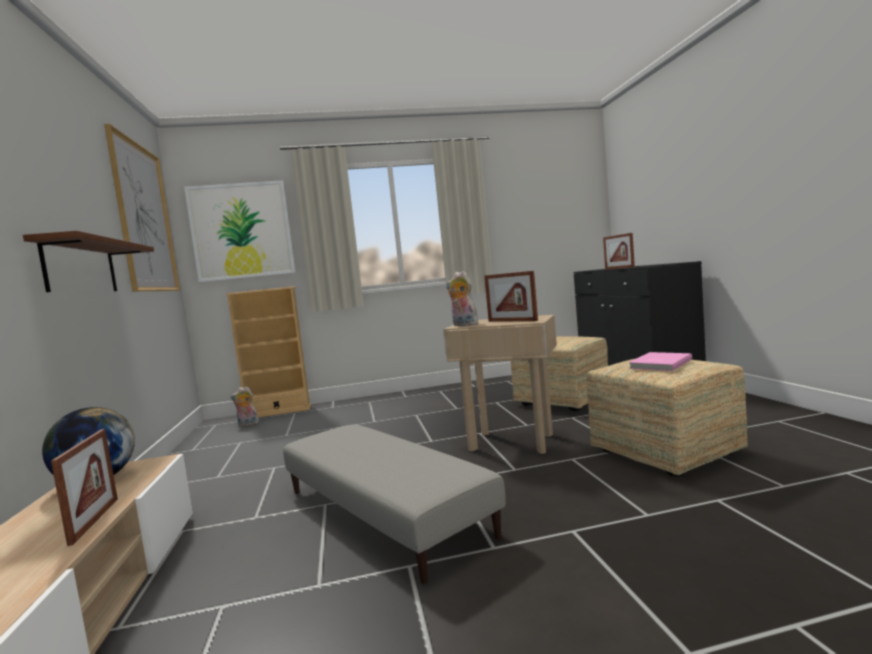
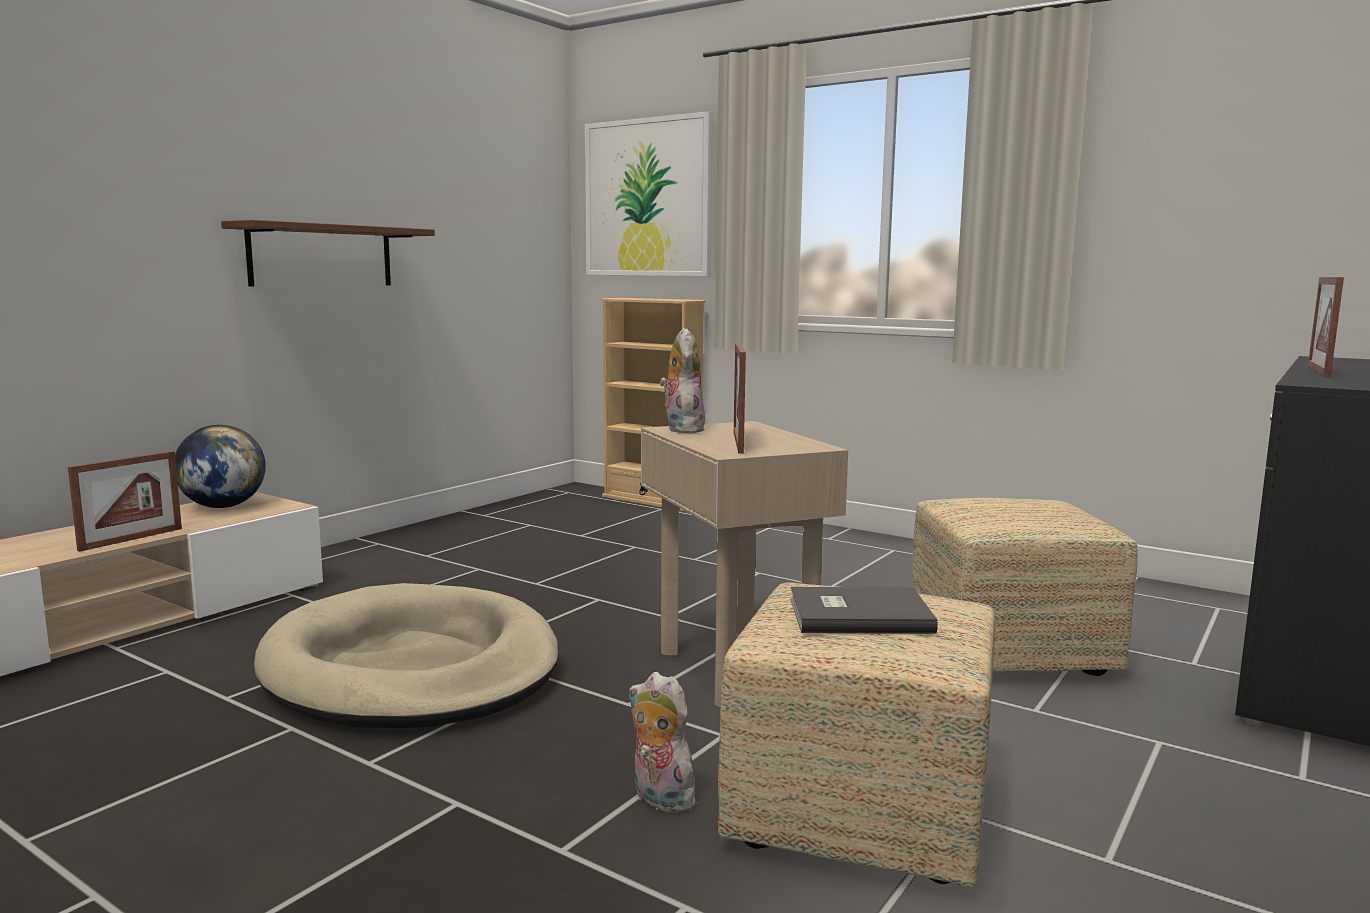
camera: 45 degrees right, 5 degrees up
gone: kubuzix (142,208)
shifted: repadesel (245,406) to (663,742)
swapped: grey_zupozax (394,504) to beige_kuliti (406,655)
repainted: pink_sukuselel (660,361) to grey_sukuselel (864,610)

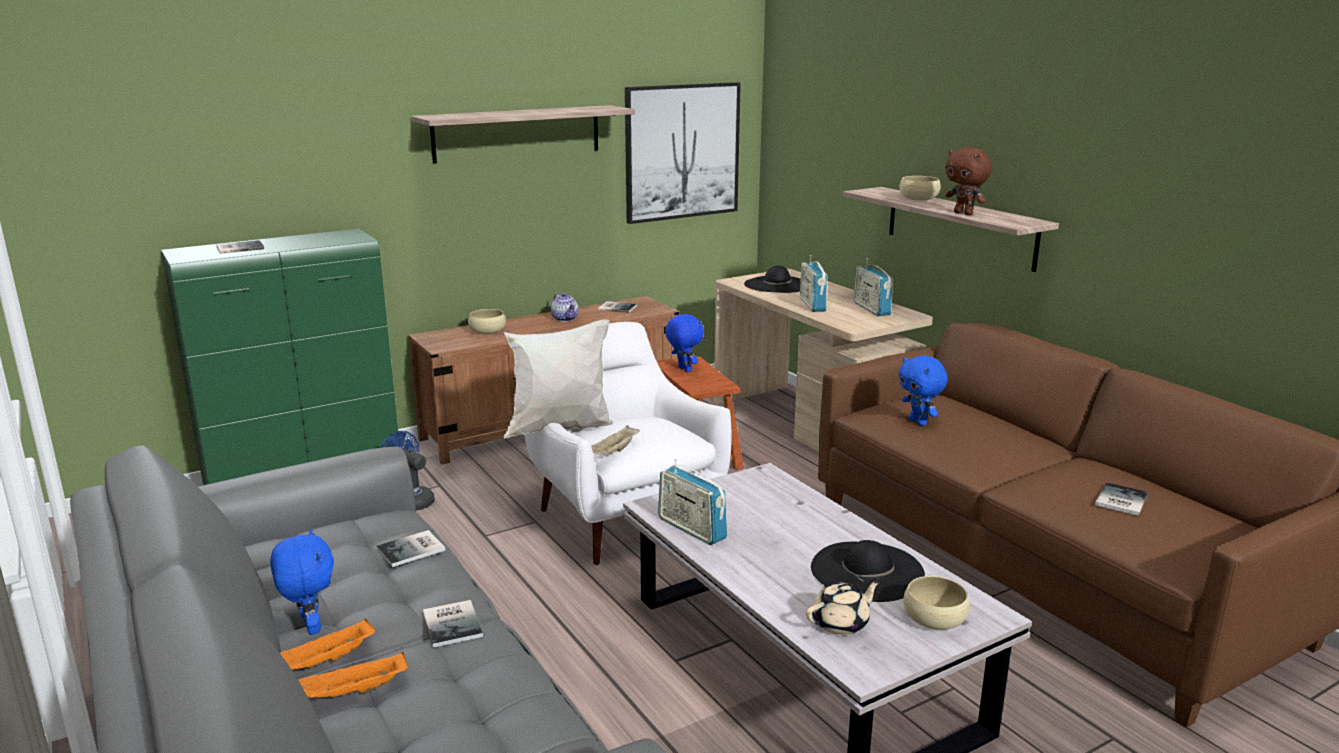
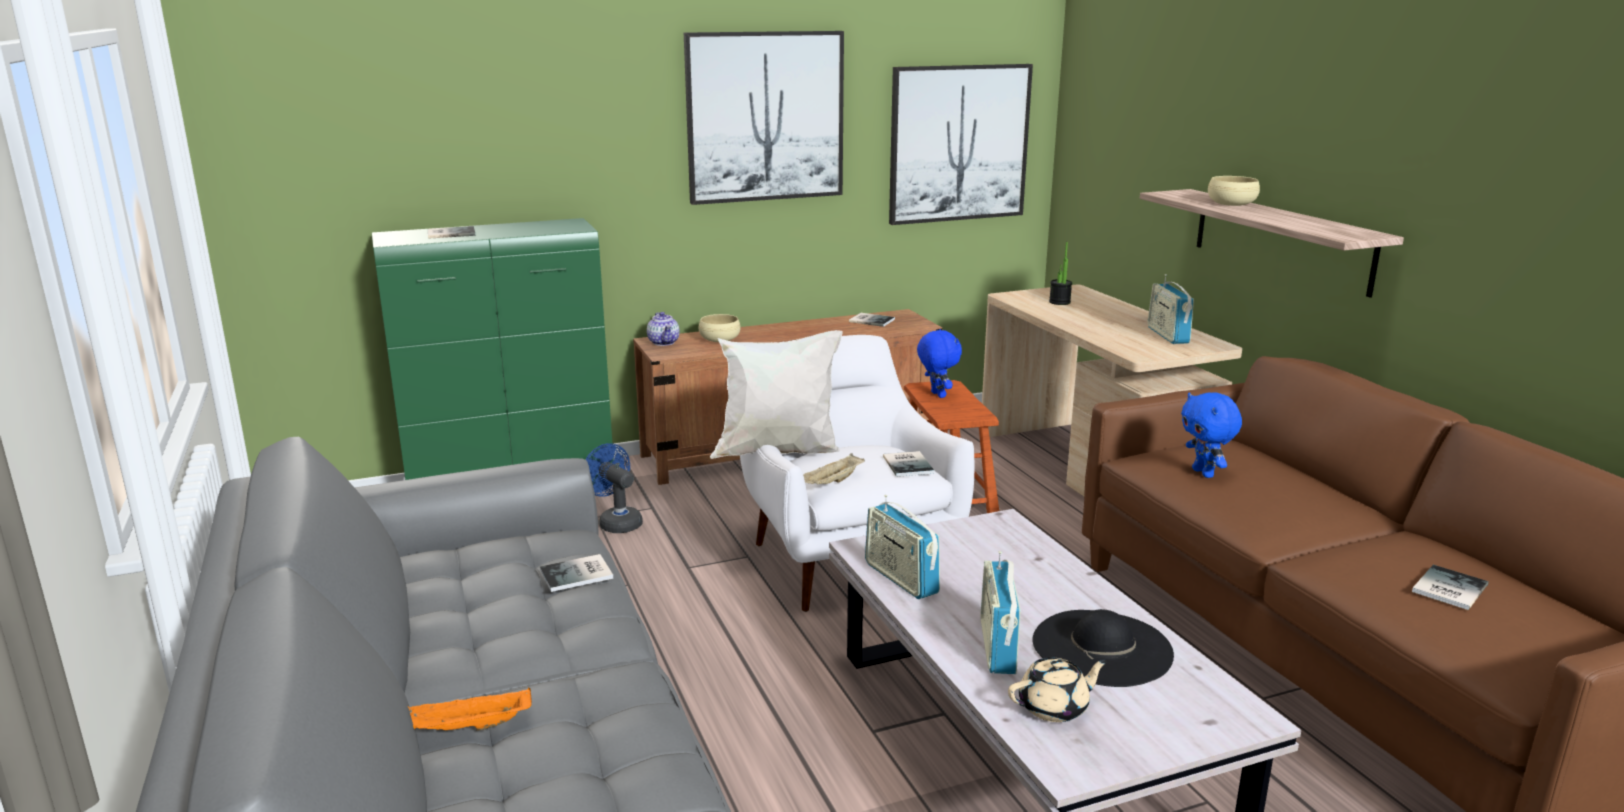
camera: 10 degrees right, 0 degrees up
gone: blue_repadesel (302,582); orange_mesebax (327,644); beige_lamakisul (936,603); brown_repadesel (968,181)
shifted: sukuselel (453,624) to (908,464); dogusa (564,307) to (663,329); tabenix (813,283) to (1001,612)
swapped: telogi (523,134) to kubuzix (764,118); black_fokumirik (772,279) to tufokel (1060,273)

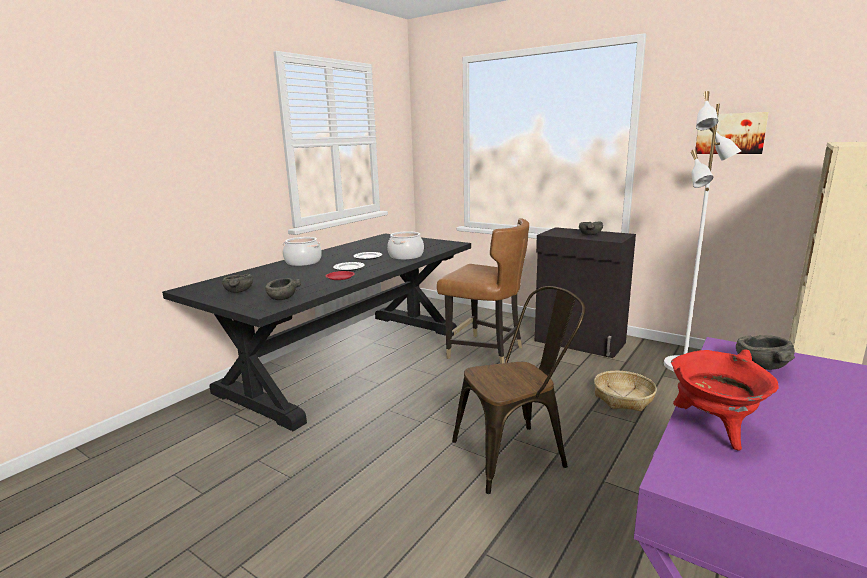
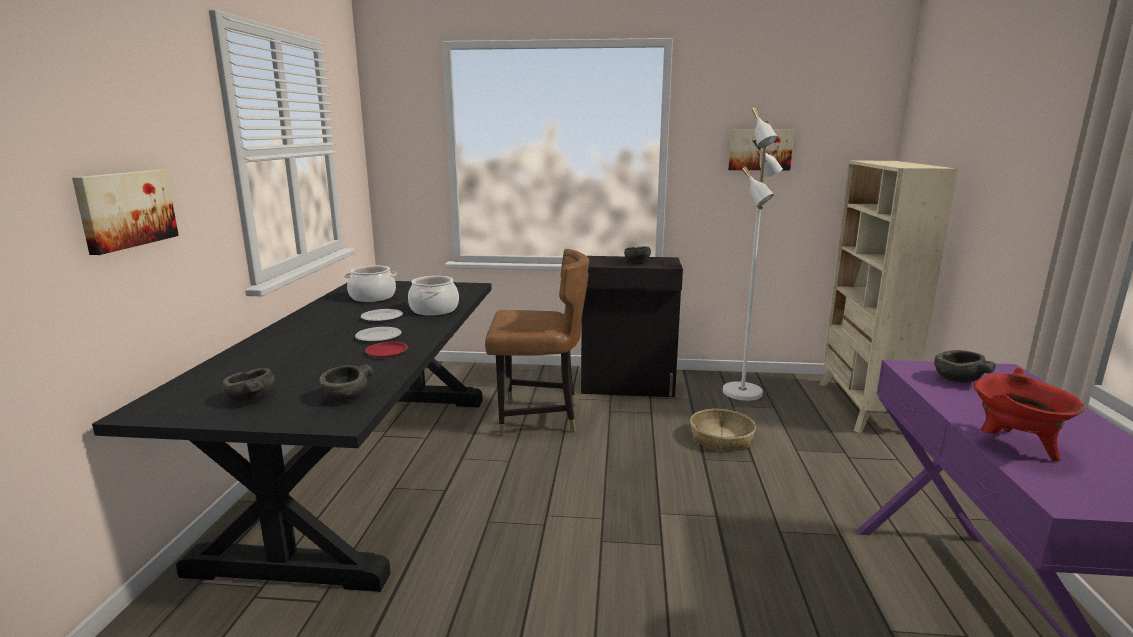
camera: 30 degrees left, 0 degrees up
gone: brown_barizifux (519,390)
new: kubuzix (125,212)
shifted: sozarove (302,251) to (370,284)

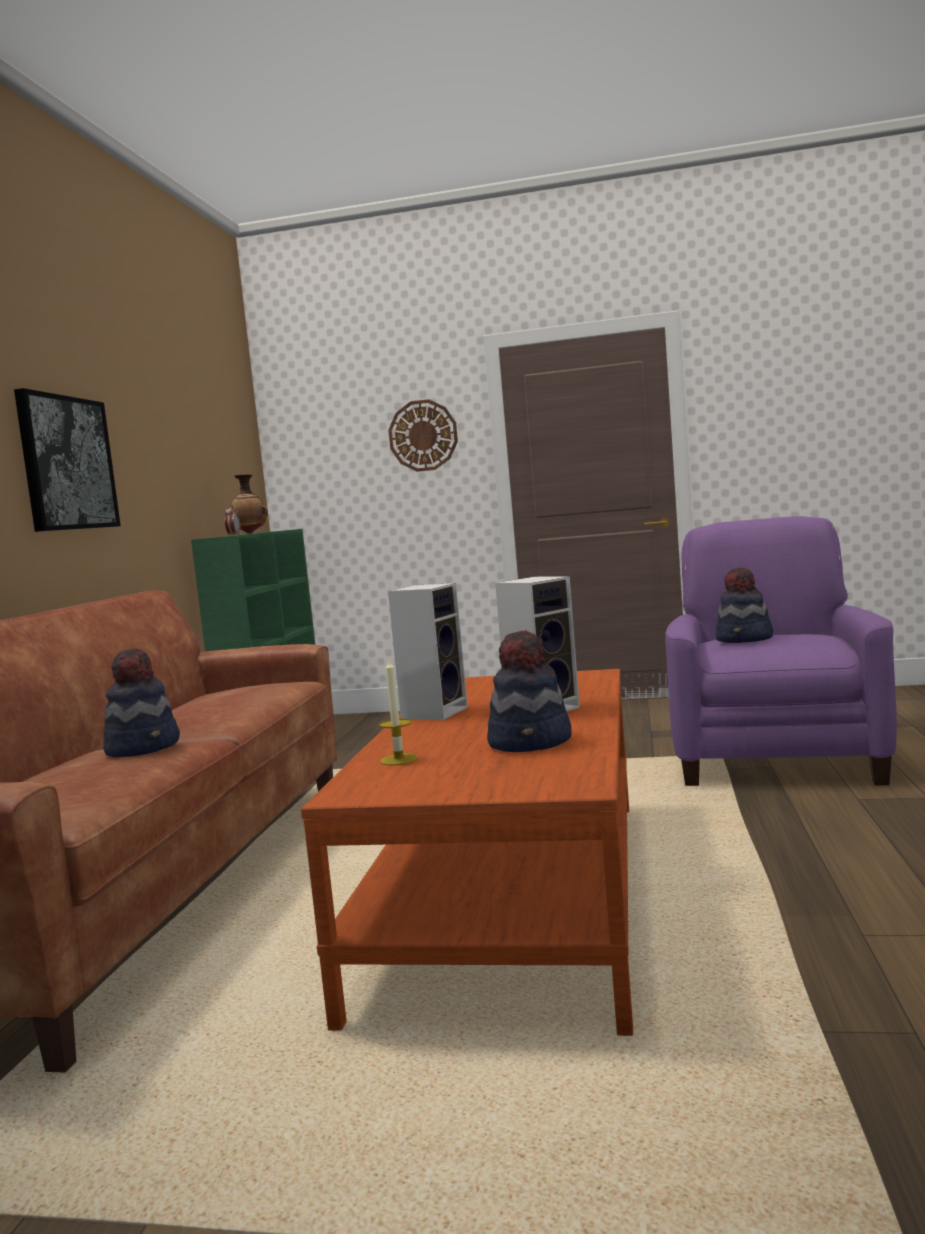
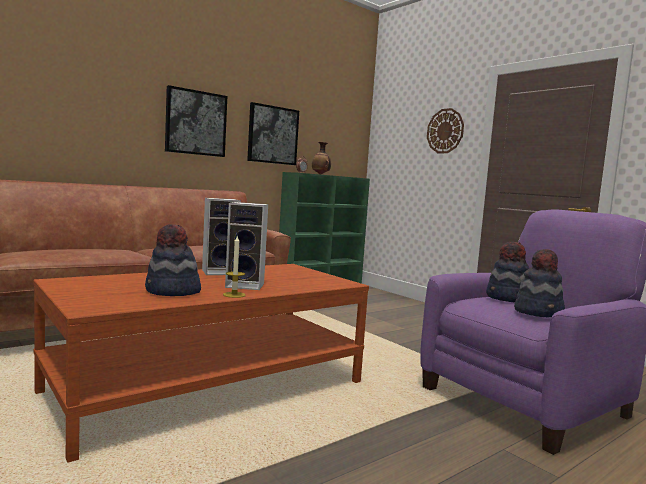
camera: 40 degrees right, 0 degrees up
new: kubuzix (273,133)
shifted: fokumirik (141,702) to (539,283); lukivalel (398,711) to (234,267)

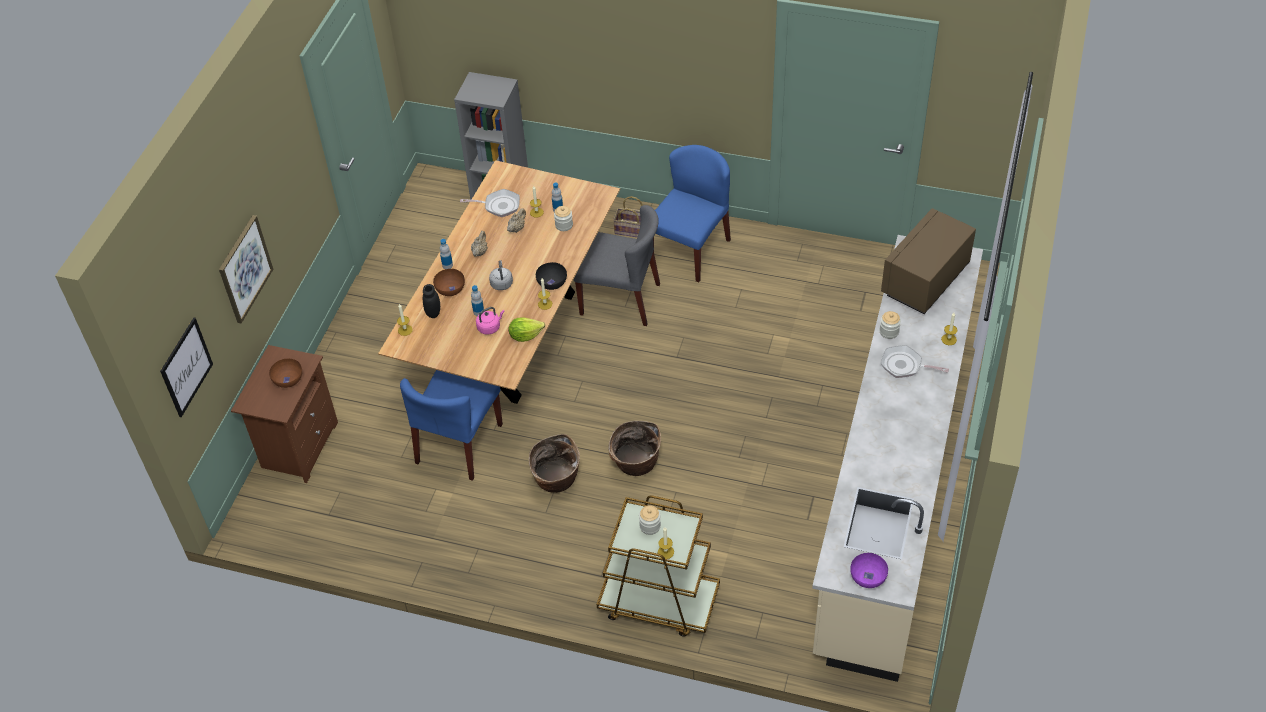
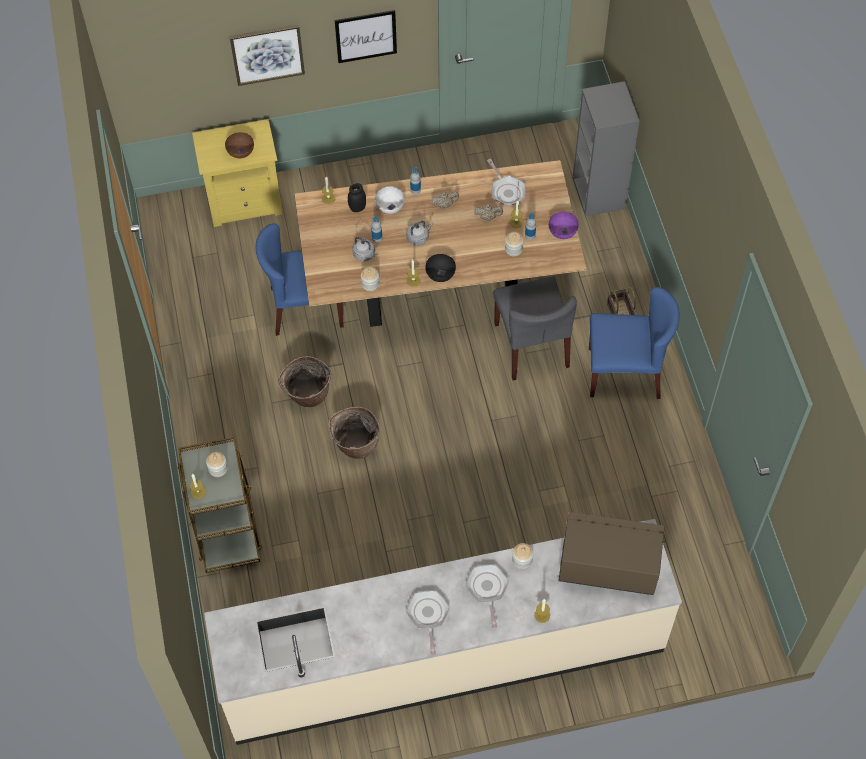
camera: 60 degrees right, 10 degrees up
new: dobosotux (428,622)
shifted: kubuzix (186,367) to (366,36); purple_lamakisul (869,570) to (564,225)
swapped: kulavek (526,329) to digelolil (370,279)
repainted: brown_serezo (284,414) to yellow_serezo (237,173); brown_lamakisul (449,282) to white_lamakisul (390,200); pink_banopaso (490,321) to grey_banopaso (365,249)

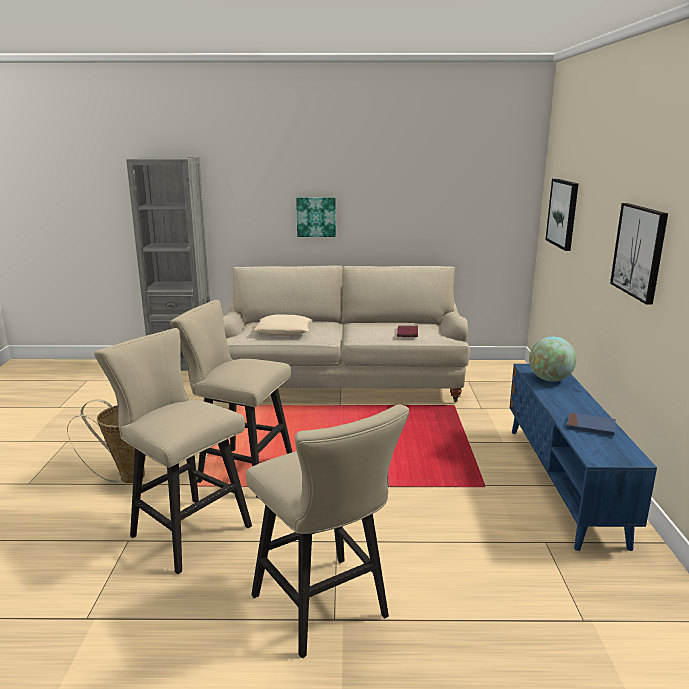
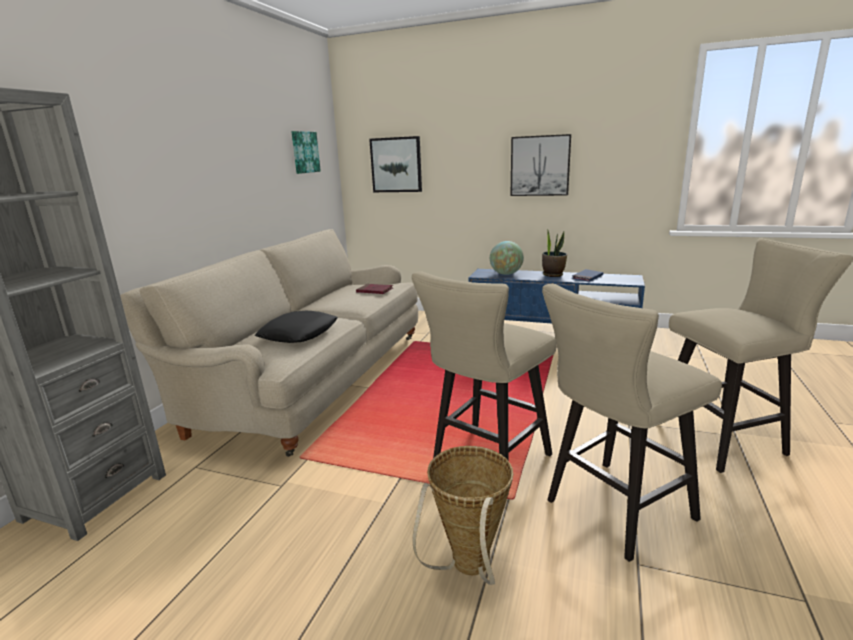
camera: 70 degrees left, 0 degrees up
new: tufokel (554,253)
shifted: kubuzix (316,217) to (306,152)
repainted: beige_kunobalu (283,325) to black_kunobalu (296,327)

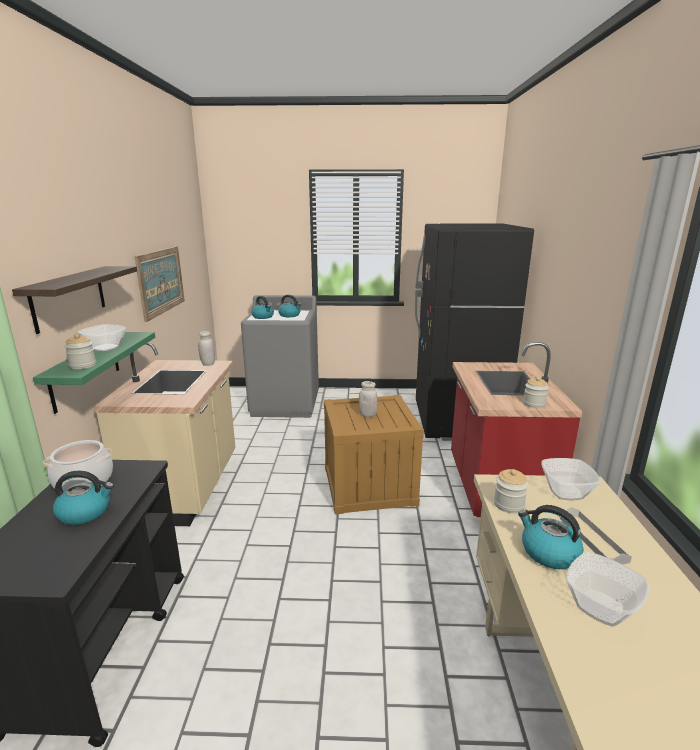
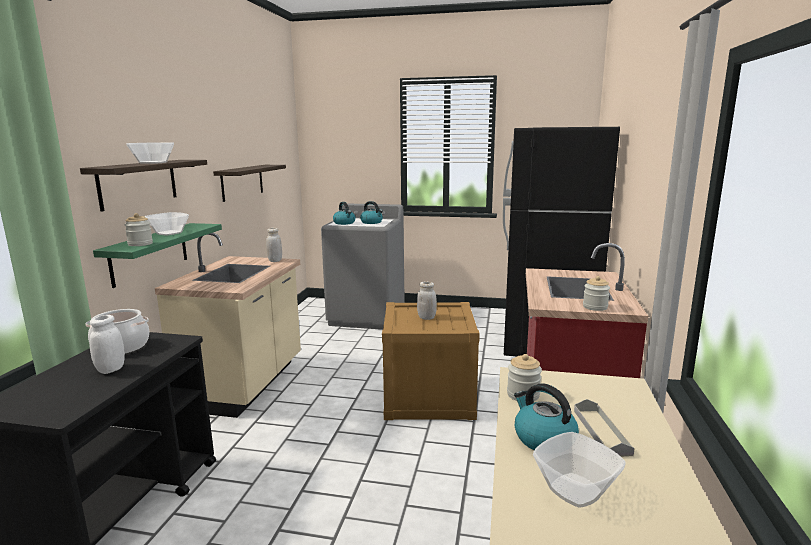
camera: 10 degrees right, 5 degrees down
shifted: lamakisul (571,479) to (150,153)
swapped: banopaso (83,498) to white_digelolil (107,344); kubuzix (159,284) to telogi (249,183)

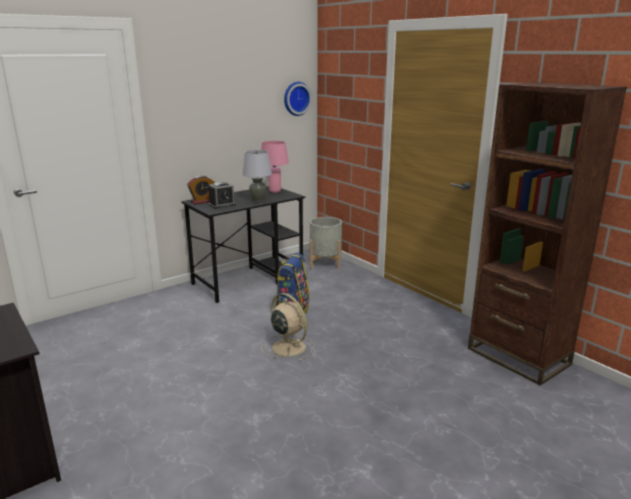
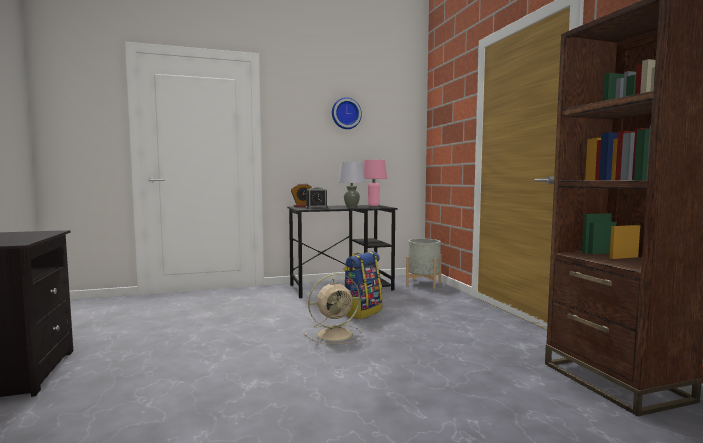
camera: 20 degrees right, 15 degrees down
shifted: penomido (298,99) to (347,113)
rotated: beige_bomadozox (288,327) = (334,309) 90 degrees clockwise

